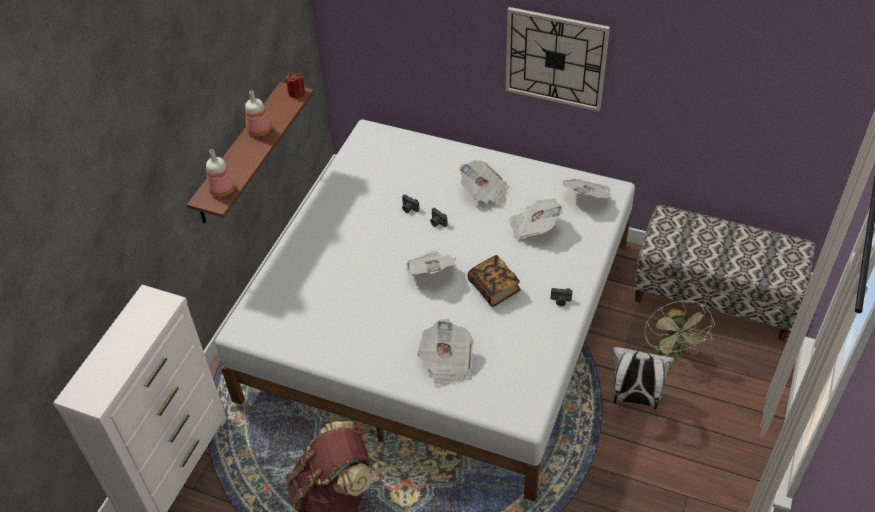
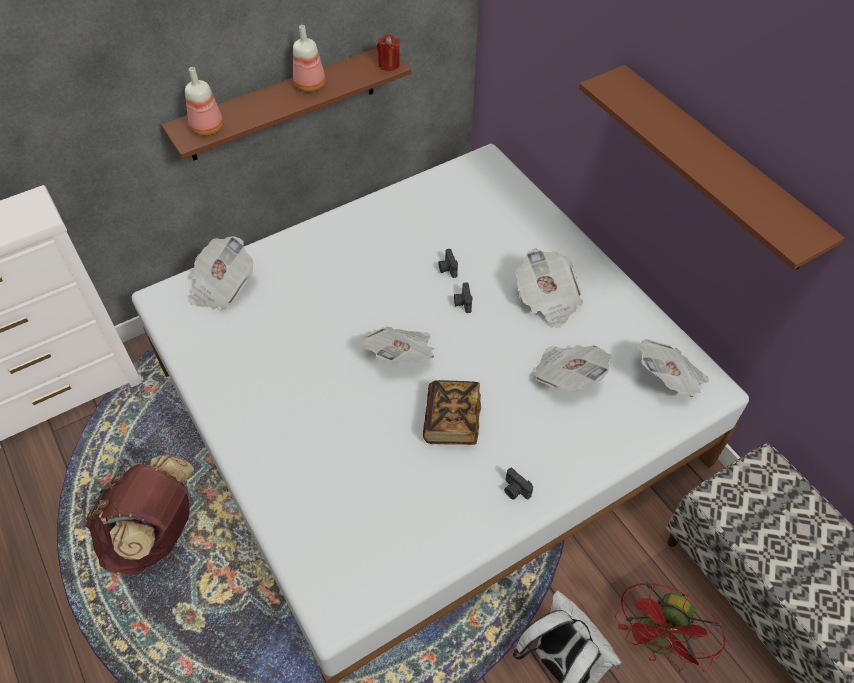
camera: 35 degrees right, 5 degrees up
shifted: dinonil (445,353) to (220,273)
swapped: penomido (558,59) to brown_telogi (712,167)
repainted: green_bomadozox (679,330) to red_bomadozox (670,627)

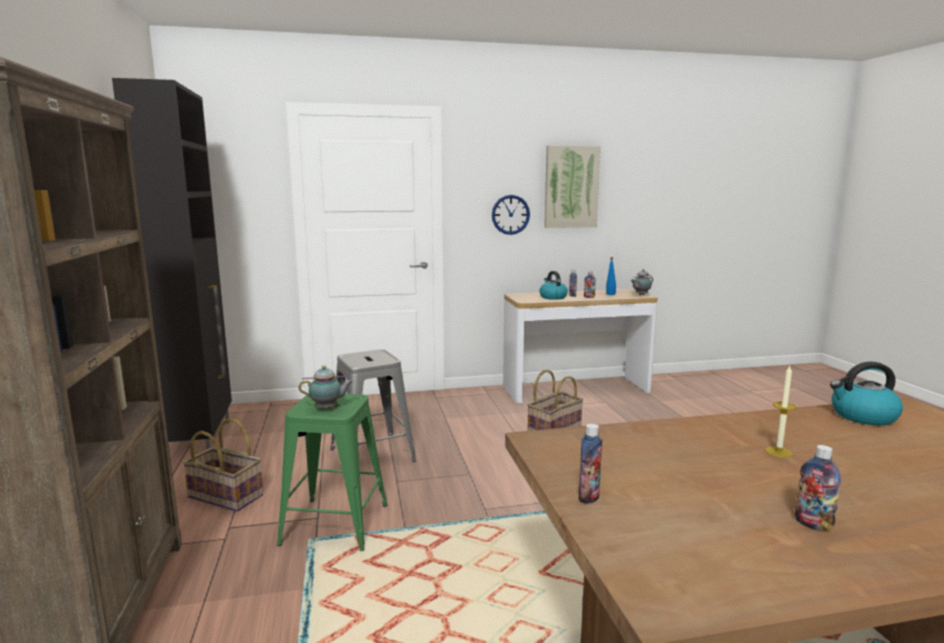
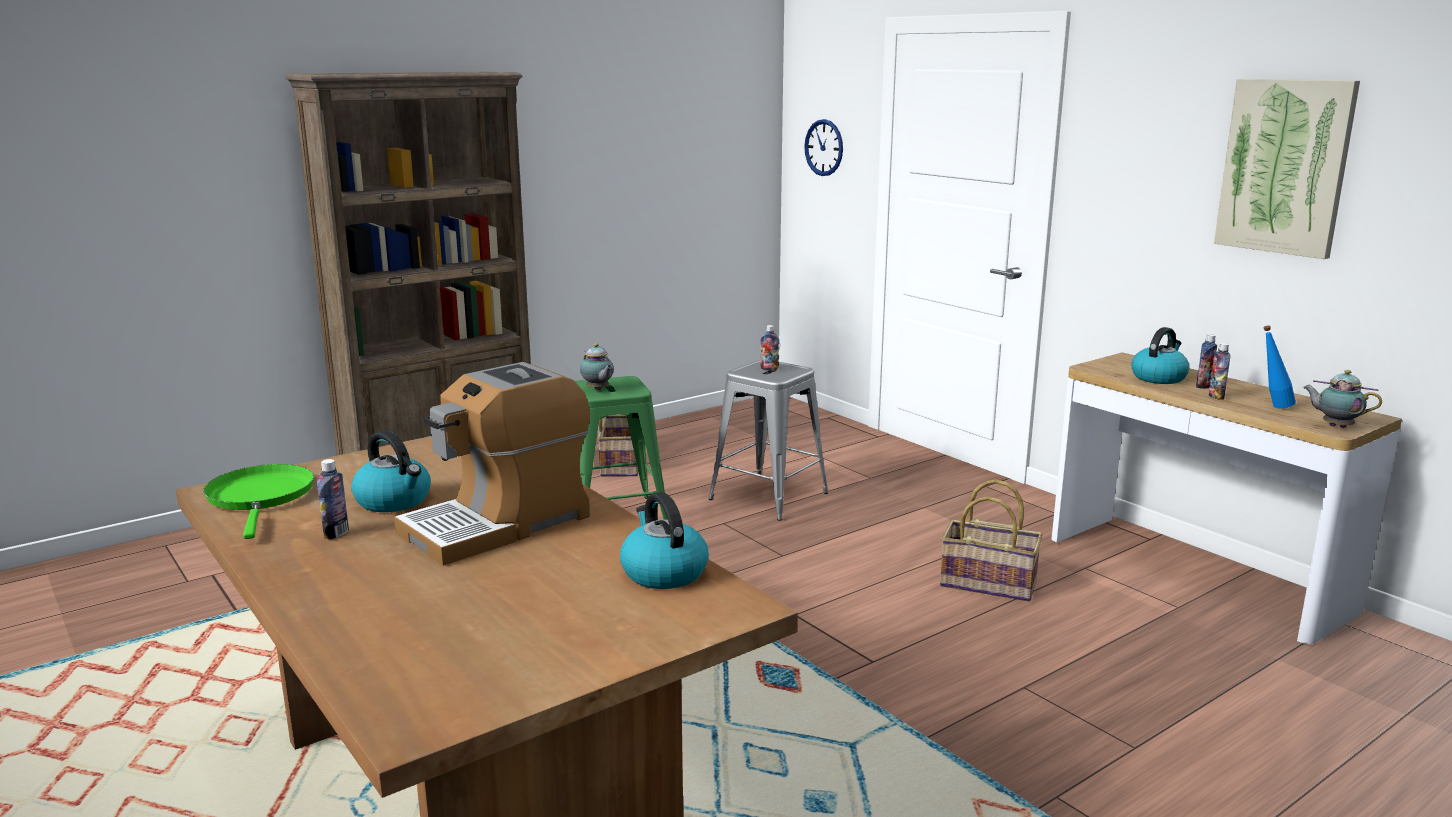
camera: 65 degrees right, 5 degrees up
gone: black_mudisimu (172,263)
new: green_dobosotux (258,501); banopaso (391,471)
shifted: penomido (511,215) to (823,147); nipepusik (590,464) to (770,348)
swapped: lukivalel (781,412) to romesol (492,464)

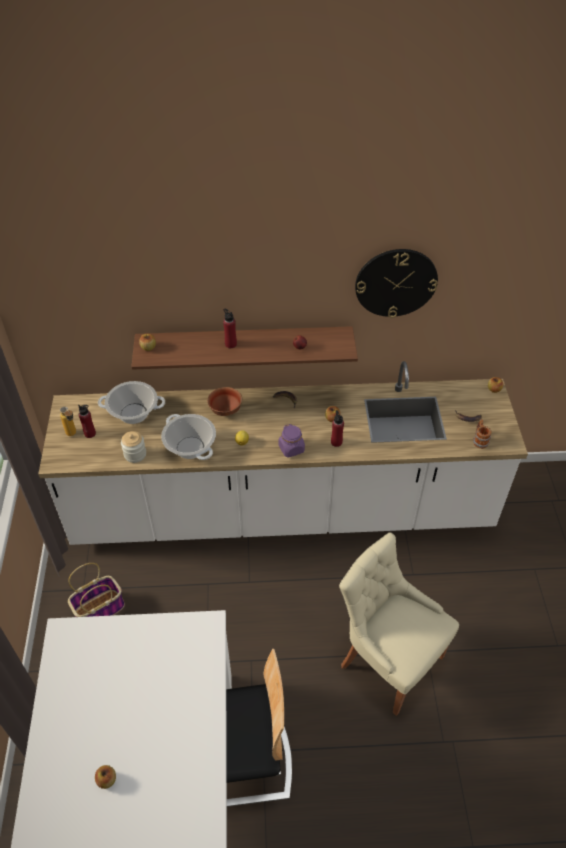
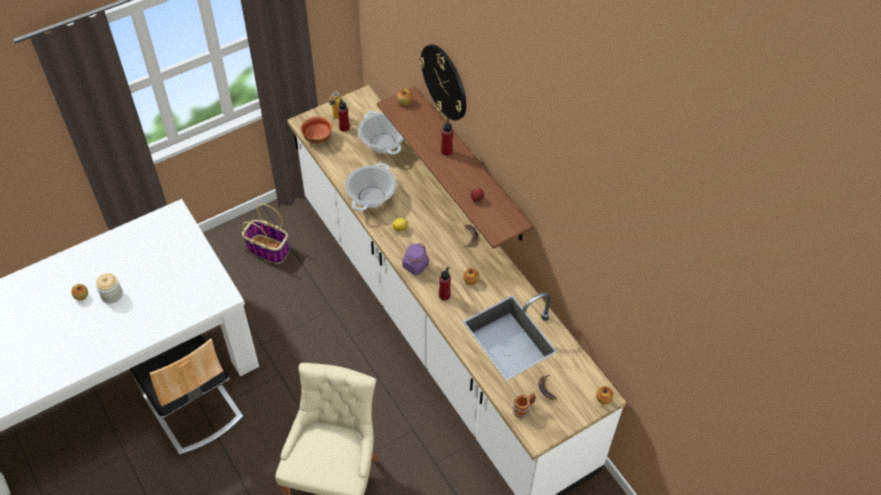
camera: 60 degrees right, 5 degrees up
shifted: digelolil (133,447) to (109,288); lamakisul (224,401) to (317,130); penomido (396,283) to (442,82)

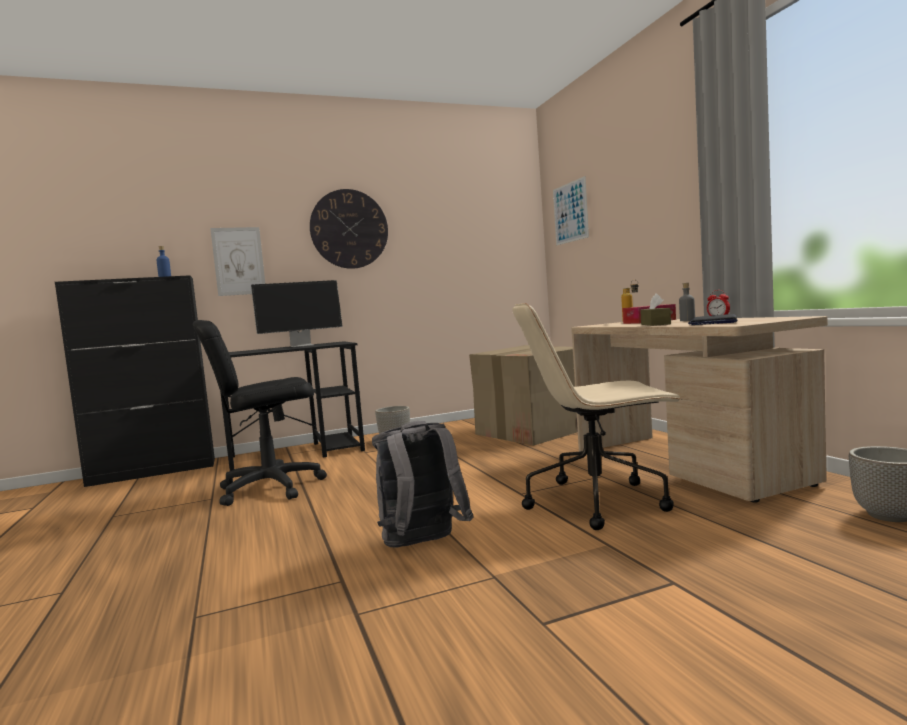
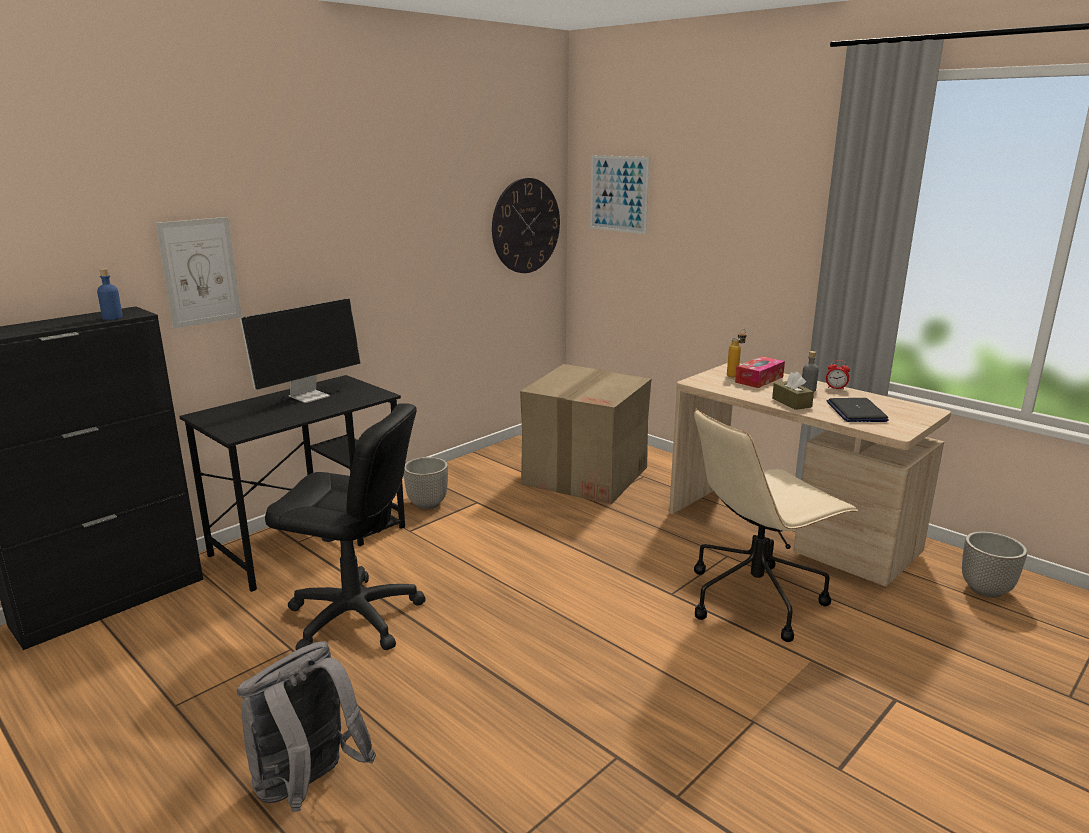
camera: 25 degrees left, 15 degrees up
shifted: penomido (349,229) to (526,225); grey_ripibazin (423,484) to (306,726)
rotated: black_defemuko (260,413) = (345,526) 120 degrees counterclockwise

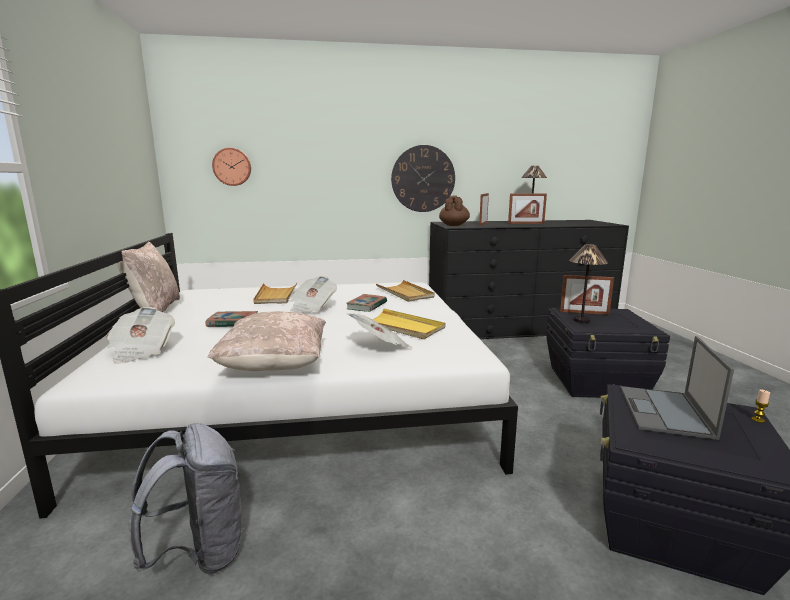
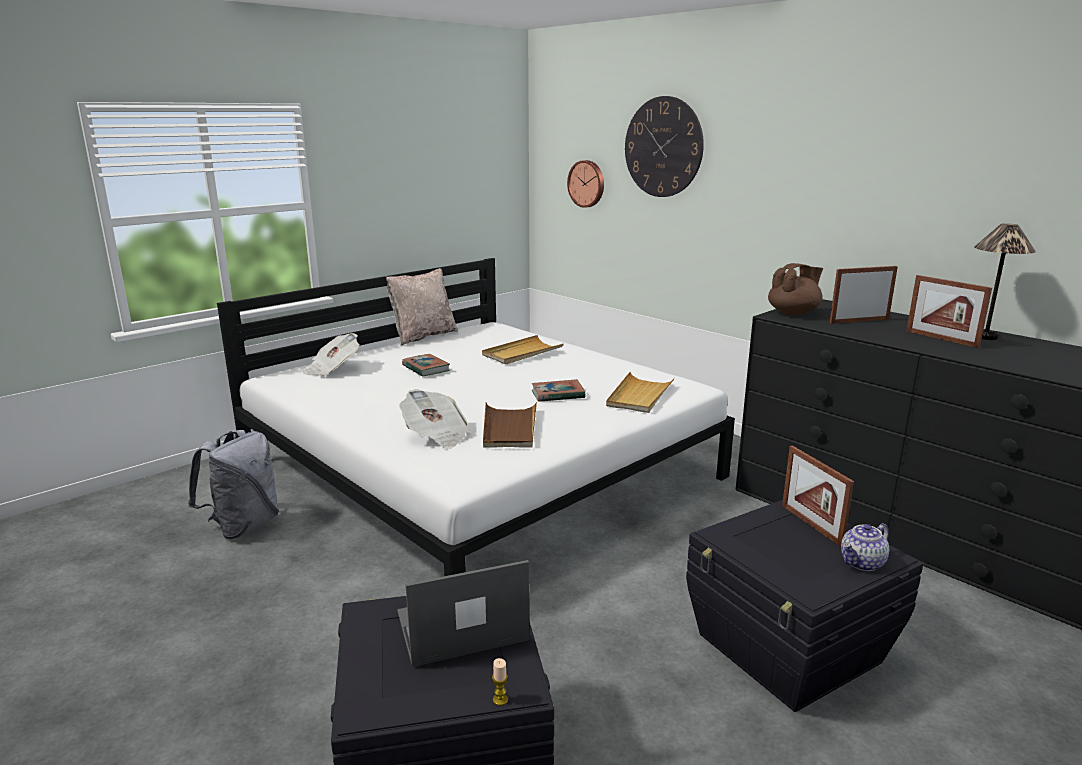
camera: 55 degrees right, 5 degrees up
gone: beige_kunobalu (266,341); dinonil (313,294); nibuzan (588,283)
new: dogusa (865,547)
shifted: penomido (423,178) to (664,146)
repainted: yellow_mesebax (409,323) to brown_mesebax (510,424)

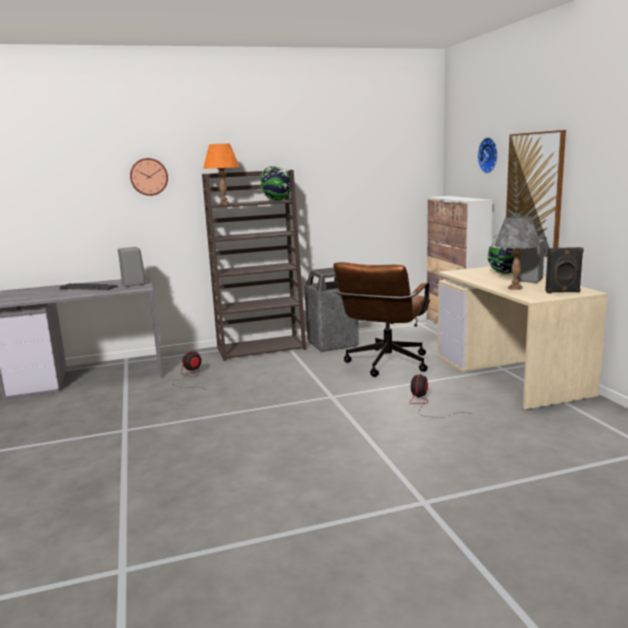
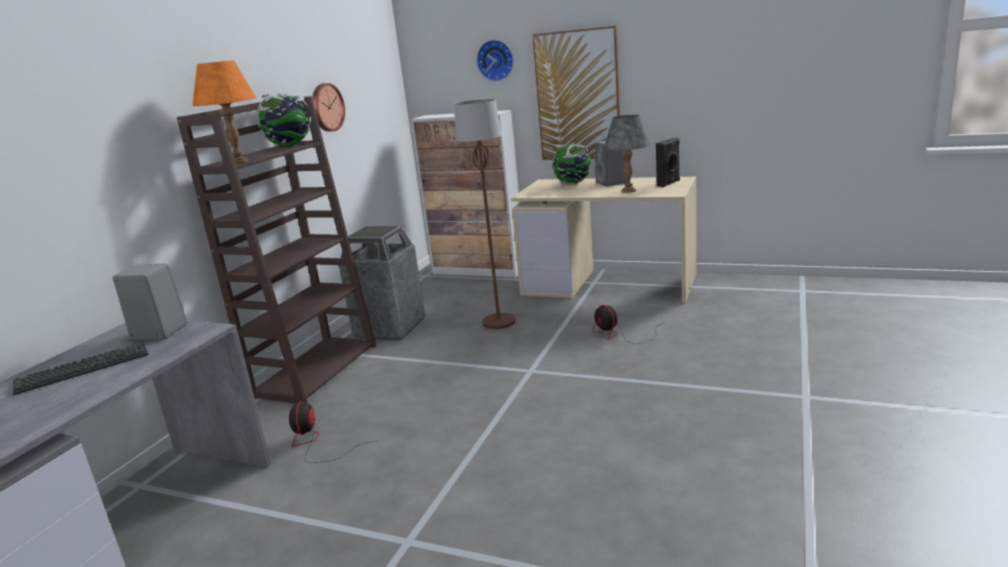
camera: 50 degrees left, 5 degrees up
shifted: penomido (149,177) to (328,107)
swapped: brown_defemuko (381,319) to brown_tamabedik (484,214)

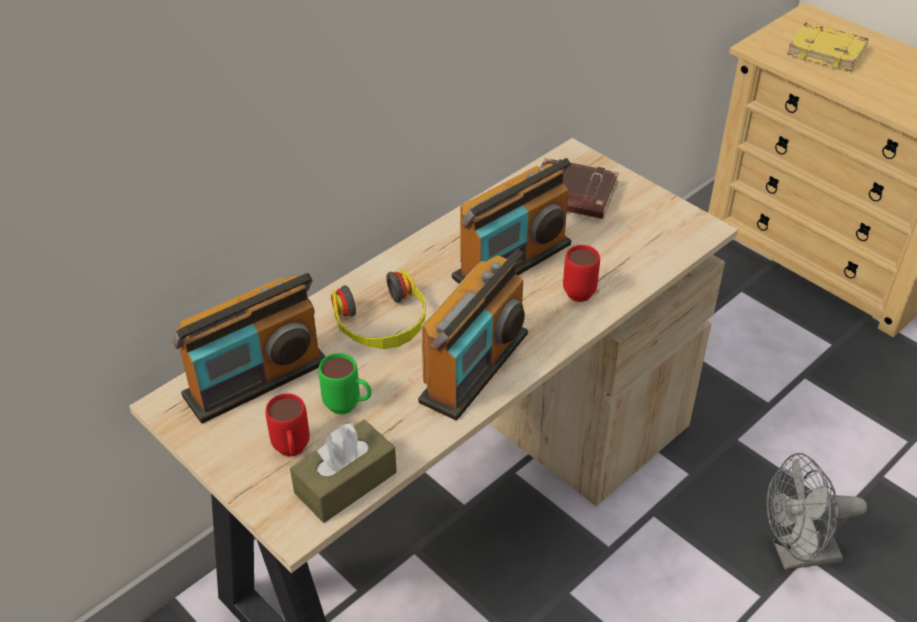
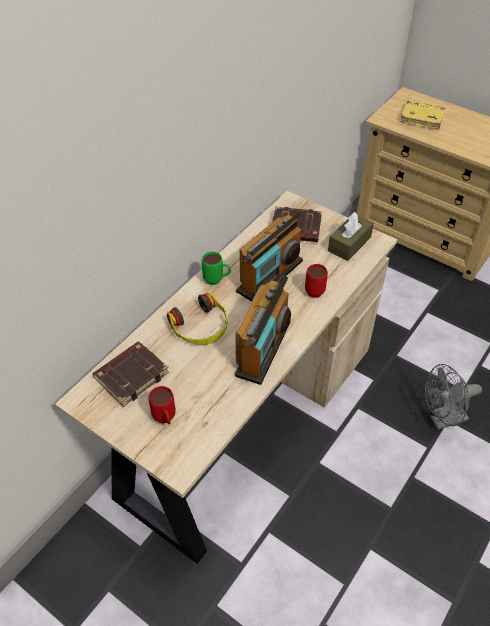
camera: 10 degrees left, 5 degrees up
shifted: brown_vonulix (343,471) to (351,236); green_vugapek (344,384) to (216,268)
swapped: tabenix (249,348) to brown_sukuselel (131,374)

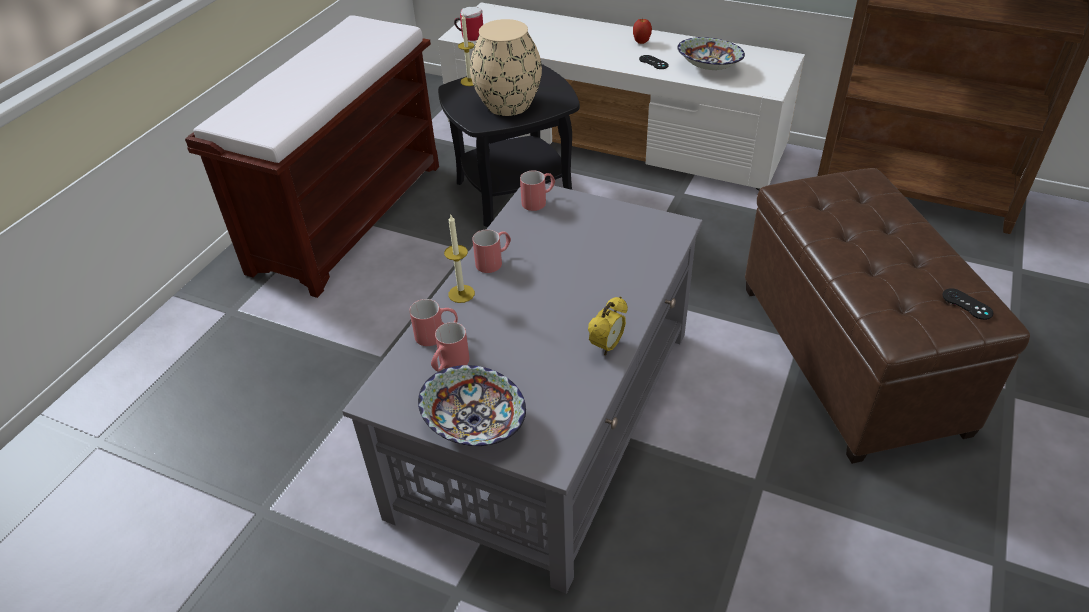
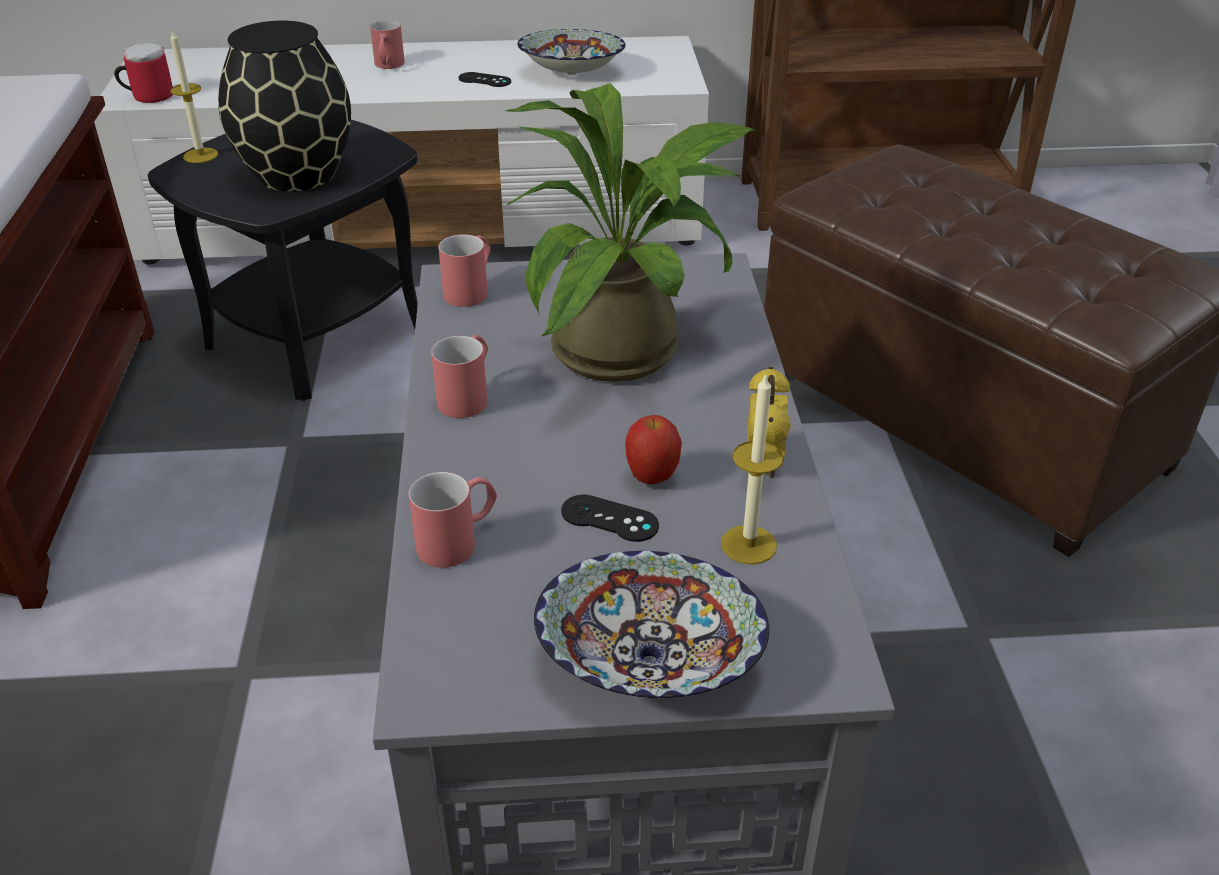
camera: 30 degrees left, 5 degrees down
new: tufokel (630,232)
shifted: red_vugapek (450,347) to (387,44); lukivalel (459,259) to (752,469); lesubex (642,31) to (653,449); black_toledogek (967,304) to (610,518)
repainted: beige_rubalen (506,67) to black_rubalen (284,106)

